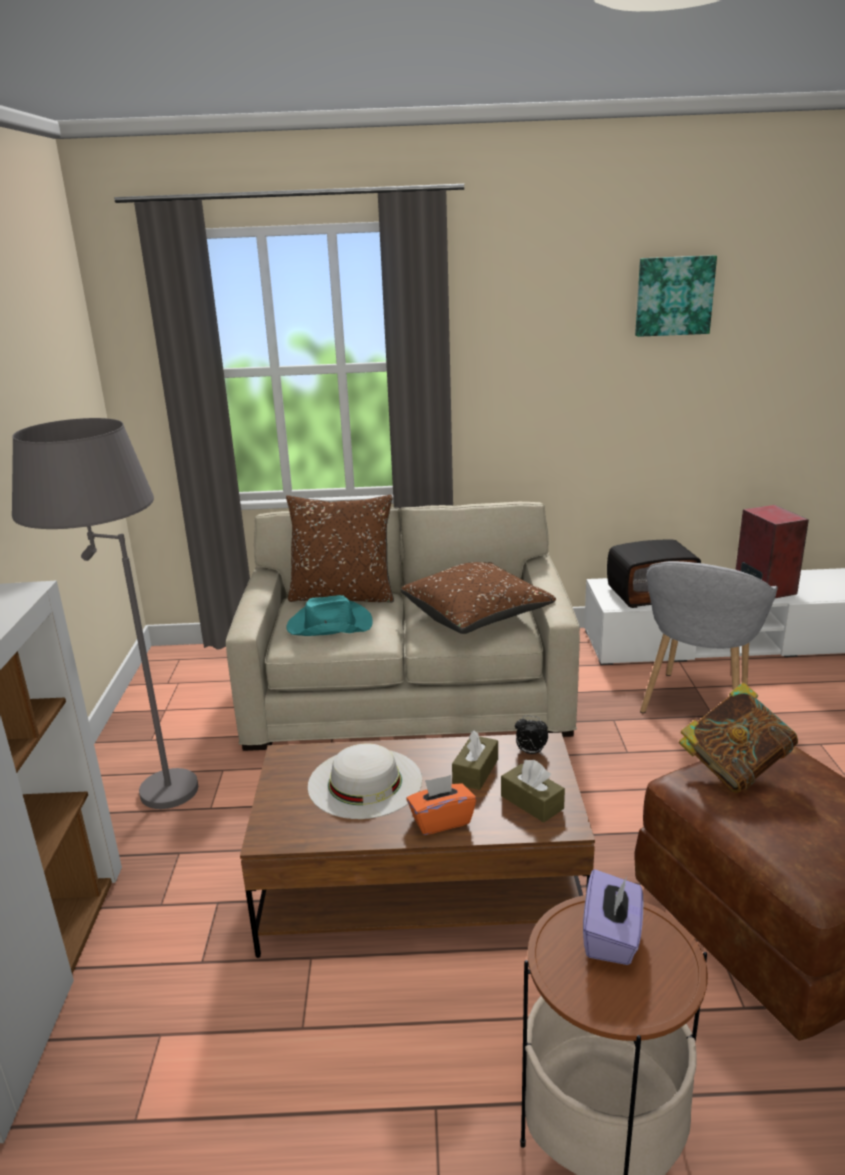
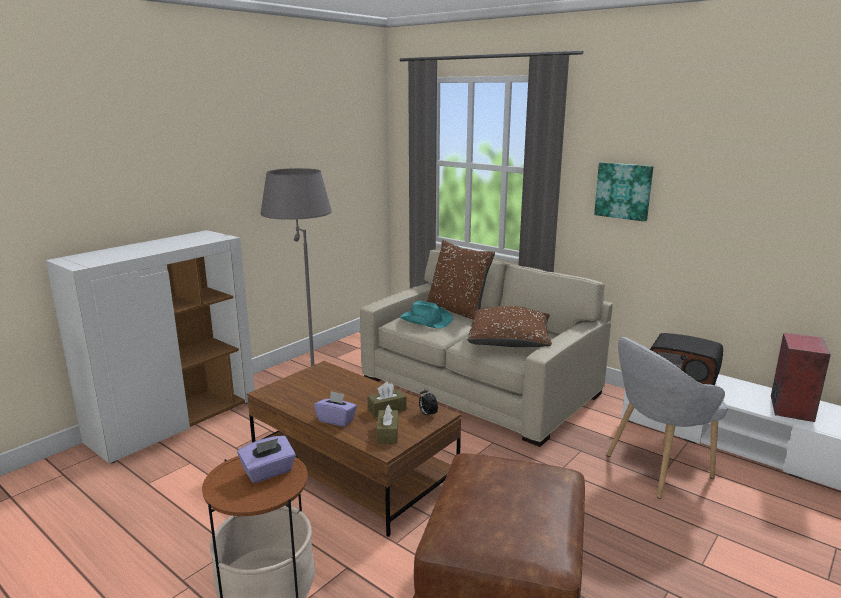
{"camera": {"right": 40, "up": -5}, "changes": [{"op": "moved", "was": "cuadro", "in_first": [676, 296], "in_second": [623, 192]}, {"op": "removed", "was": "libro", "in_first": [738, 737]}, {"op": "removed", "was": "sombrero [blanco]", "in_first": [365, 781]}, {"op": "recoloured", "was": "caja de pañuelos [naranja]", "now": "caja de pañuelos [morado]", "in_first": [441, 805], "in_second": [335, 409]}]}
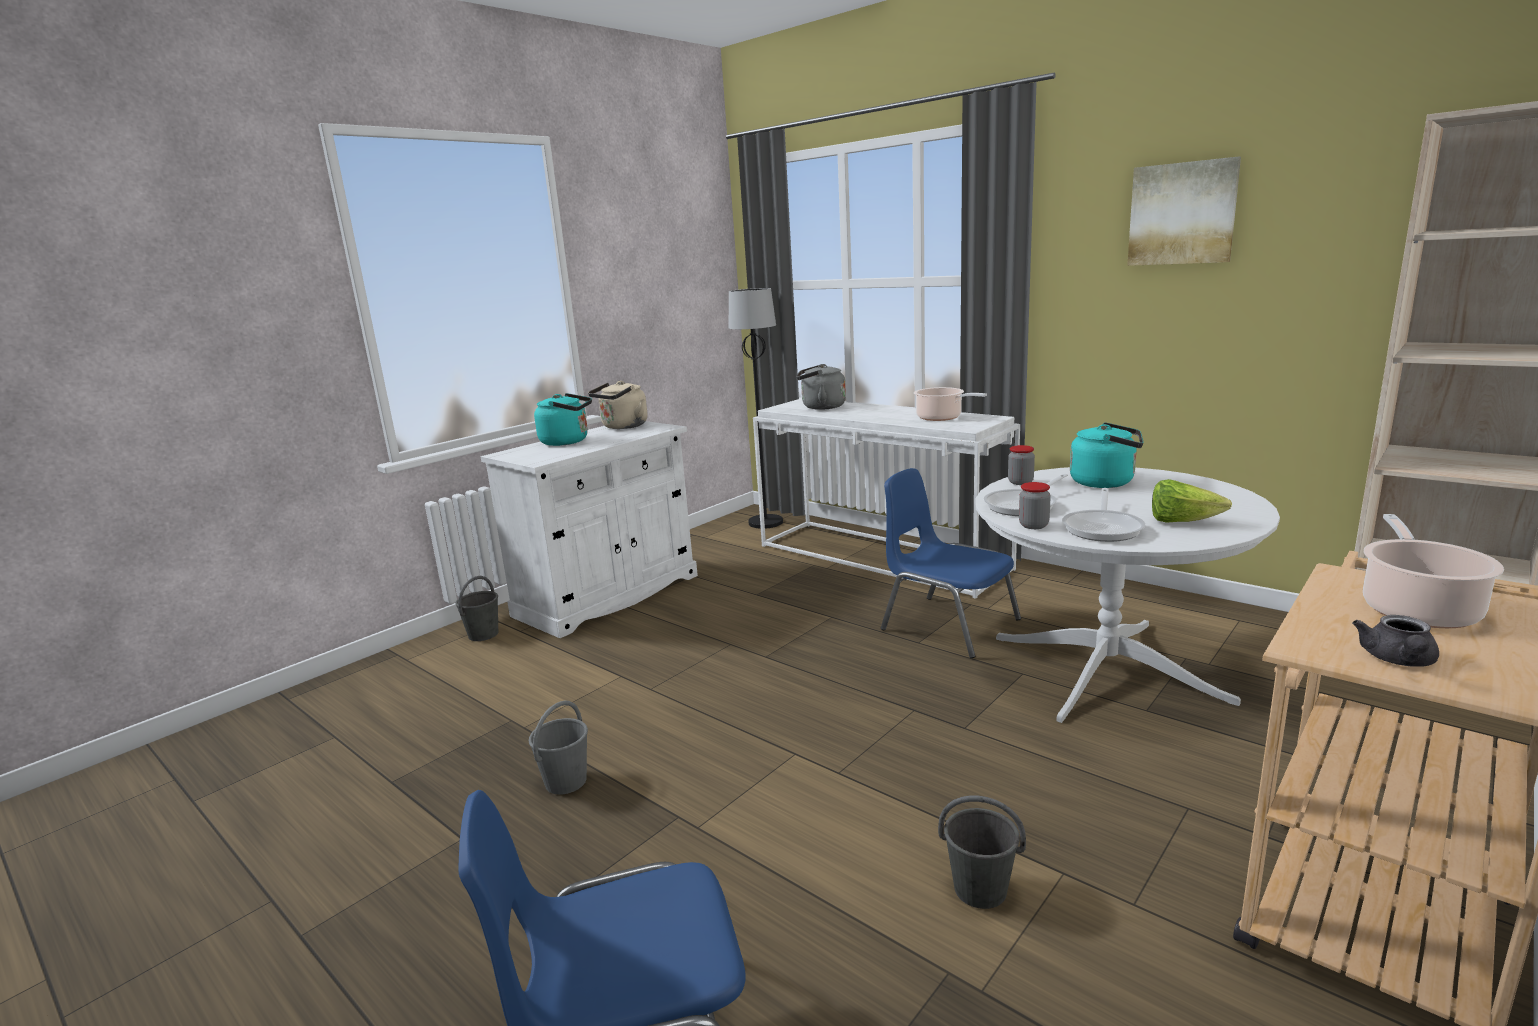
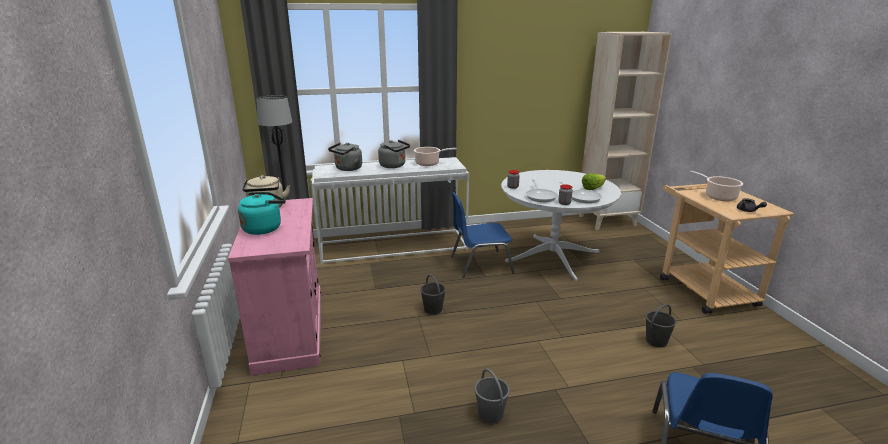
{"camera": {"right": -55, "up": 5}, "changes": [{"op": "removed", "was": "cuadro", "in_first": [1184, 211]}, {"op": "recoloured", "was": "armario [blanco]", "now": "armario [rosa]", "in_first": [589, 529], "in_second": [274, 286]}, {"op": "removed", "was": "hervidor [turquesa]", "in_first": [1106, 455]}, {"op": "moved", "was": "cubo [gris]", "in_first": [476, 608], "in_second": [433, 294]}, {"op": "added", "now": "hervidor [gris]", "in_second": [394, 154]}]}
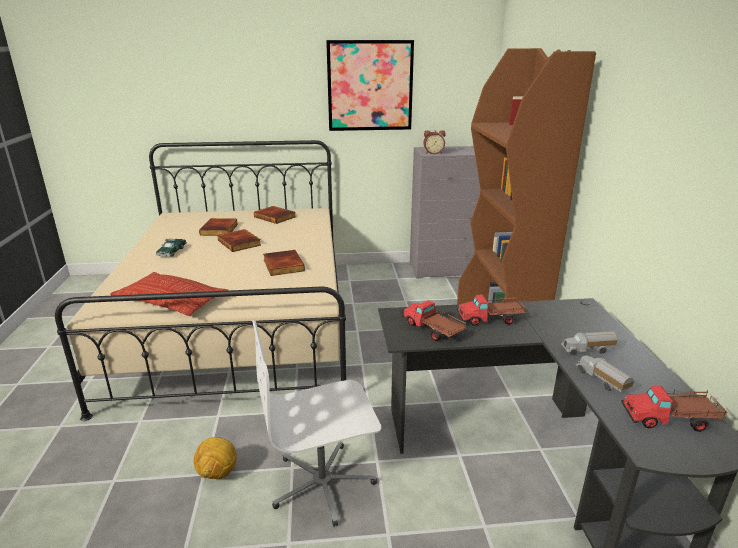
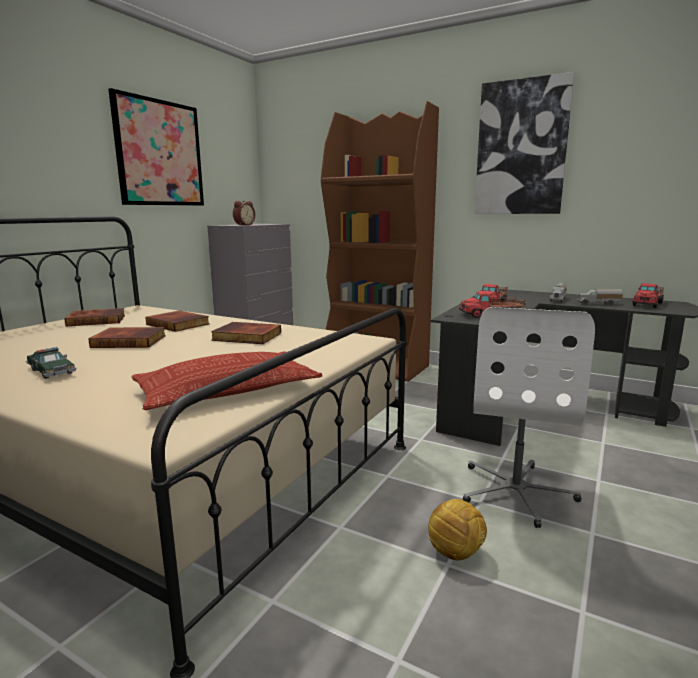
{"camera": {"right": -55, "up": -10}, "changes": [{"op": "moved", "was": "libro", "in_first": [218, 227], "in_second": [177, 321]}, {"op": "added", "now": "cuadro", "in_second": [524, 143]}]}
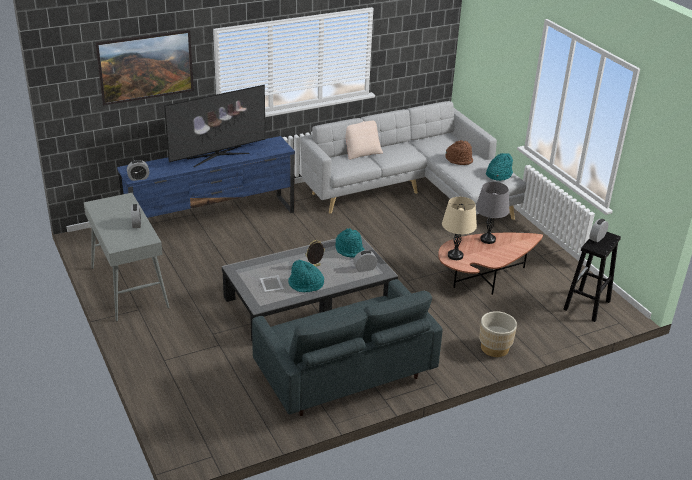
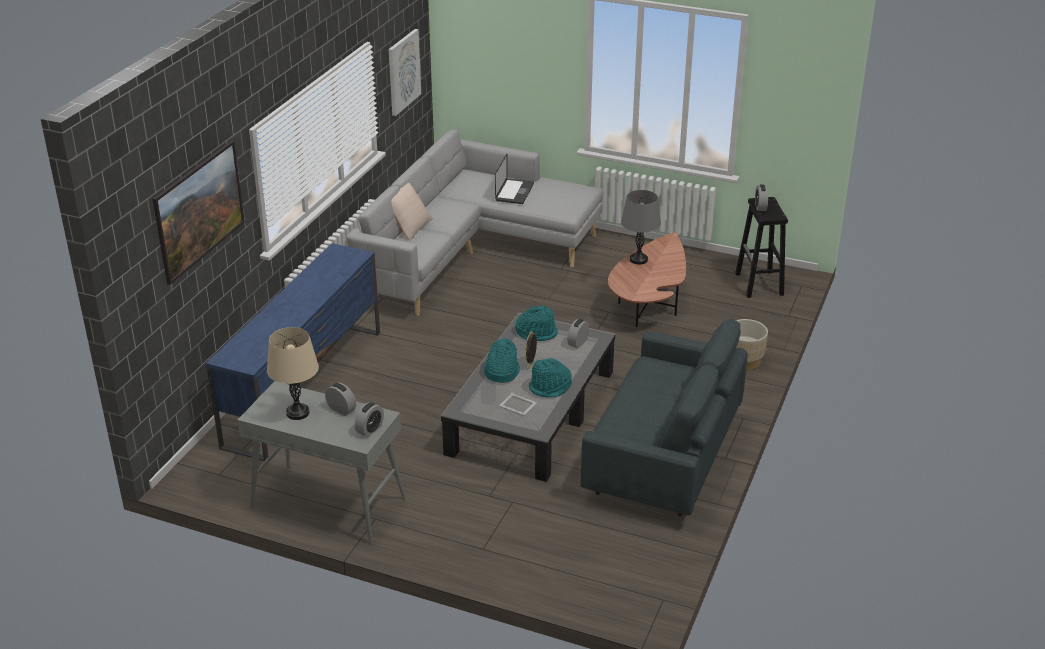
{"camera": {"right": -40, "up": 0}, "changes": [{"op": "removed", "was": "televisor", "in_first": [214, 126]}, {"op": "replaced", "was": "sombrero [marrón]", "now": "portátil", "in_first": [459, 152], "in_second": [514, 179]}, {"op": "moved", "was": "sombrero [turquesa]", "in_first": [499, 167], "in_second": [502, 360]}, {"op": "moved", "was": "despertador", "in_first": [138, 170], "in_second": [369, 419]}, {"op": "moved", "was": "lámpara de mesa [beis]", "in_first": [459, 228], "in_second": [293, 373]}, {"op": "added", "now": "cuadro", "in_second": [405, 72]}]}
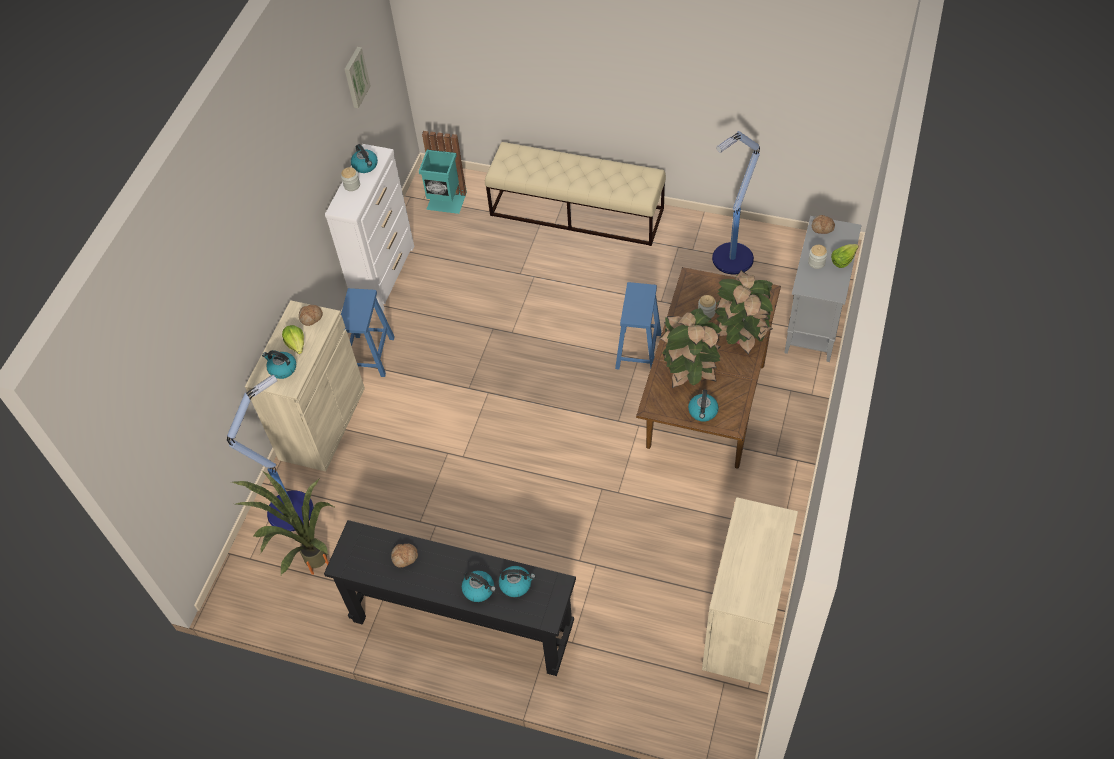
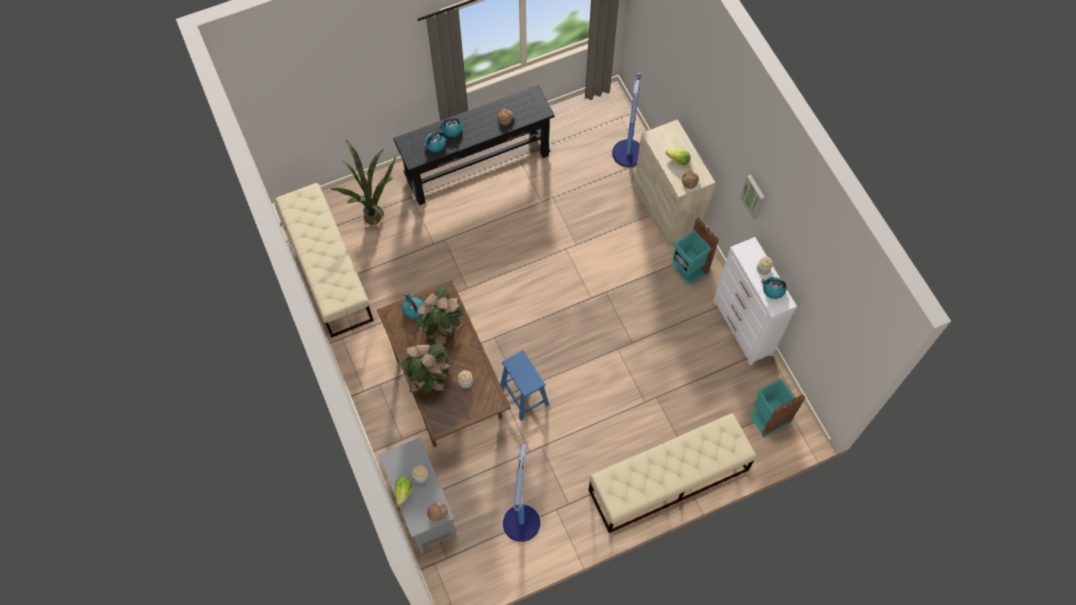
{"camera": {"right": 135, "up": 10}, "changes": [{"op": "moved", "was": "cuadro", "in_first": [357, 77], "in_second": [752, 197]}, {"op": "replaced", "was": "taburete [azul]", "now": "papelera [turquesa]", "in_first": [368, 332], "in_second": [695, 251]}, {"op": "removed", "was": "hervidor", "in_first": [279, 364]}, {"op": "moved", "was": "planta en maceta", "in_first": [284, 523], "in_second": [364, 184]}, {"op": "replaced", "was": "armario [beis]", "now": "banco [beis]", "in_first": [750, 591], "in_second": [324, 260]}]}
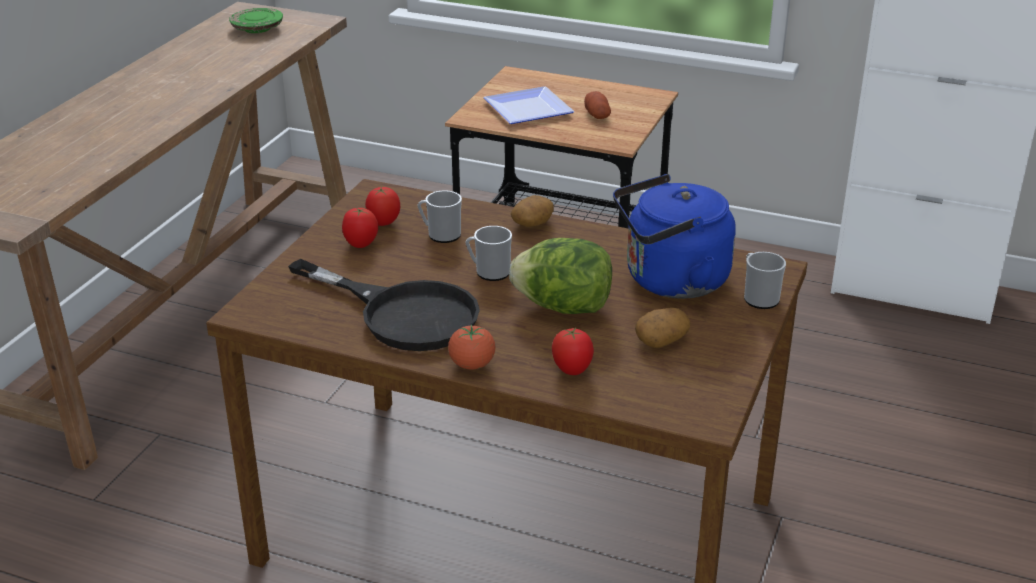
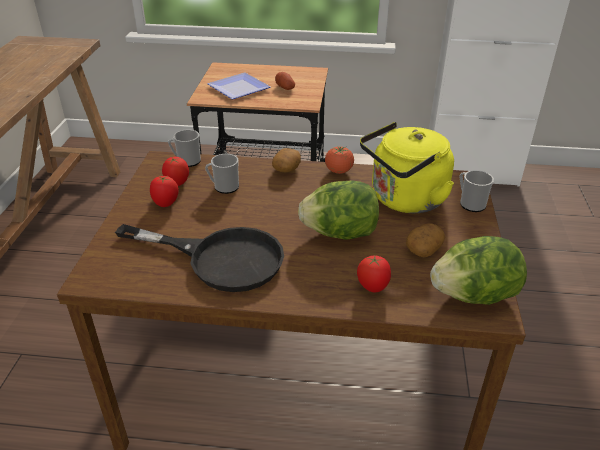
{"camera": {"right": -15, "up": 5}, "changes": [{"op": "removed", "was": "plato [verde]", "in_first": [256, 20]}, {"op": "recoloured", "was": "hervidor [azul]", "now": "hervidor [amarillo]", "in_first": [674, 236], "in_second": [407, 167]}, {"op": "moved", "was": "taza grande", "in_first": [489, 253], "in_second": [184, 148]}, {"op": "moved", "was": "tomate", "in_first": [471, 347], "in_second": [339, 160]}, {"op": "added", "now": "lechuga", "in_second": [478, 270]}]}
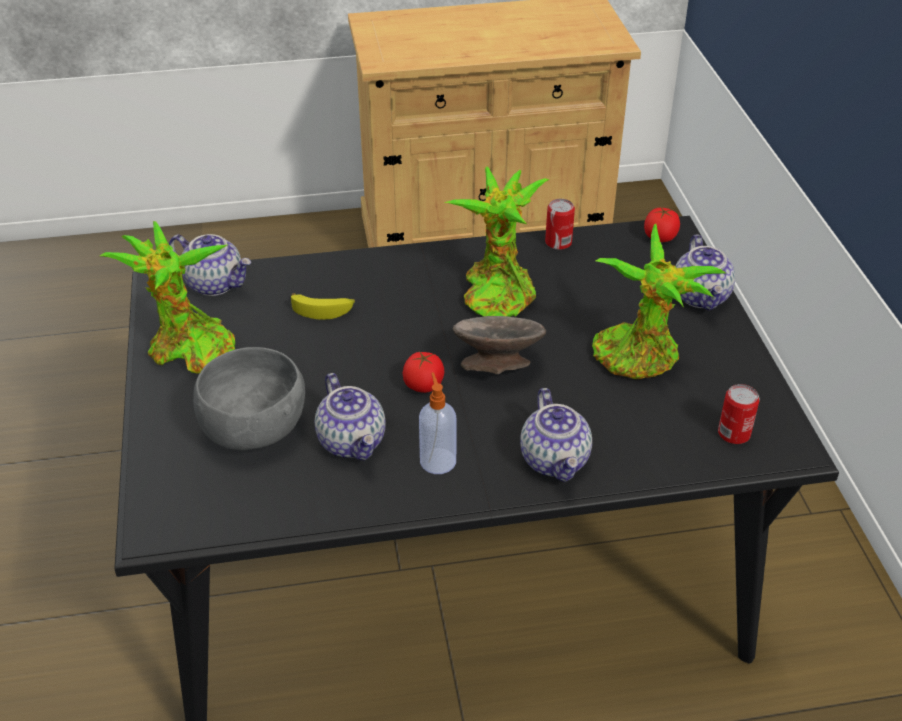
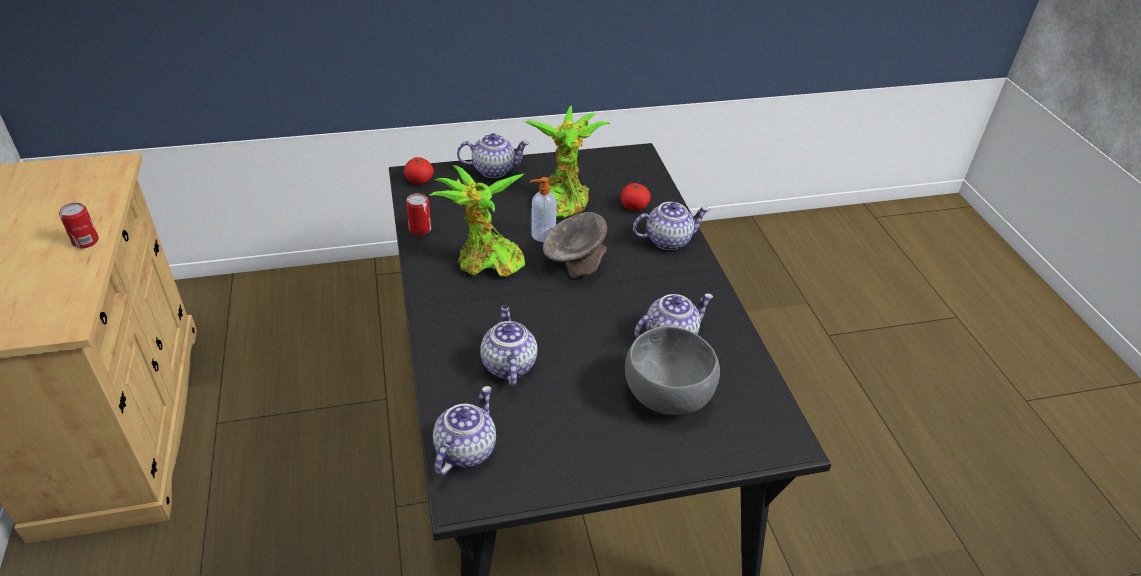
{"camera": {"right": -95, "up": 0}, "changes": [{"op": "removed", "was": "planta en maceta", "in_first": [167, 297]}, {"op": "replaced", "was": "plátano", "now": "tetera", "in_first": [323, 306], "in_second": [509, 345]}, {"op": "moved", "was": "tomate", "in_first": [423, 372], "in_second": [636, 197]}, {"op": "moved", "was": "dispensador de jabón", "in_first": [438, 423], "in_second": [543, 209]}, {"op": "moved", "was": "lata", "in_first": [739, 414], "in_second": [79, 225]}]}
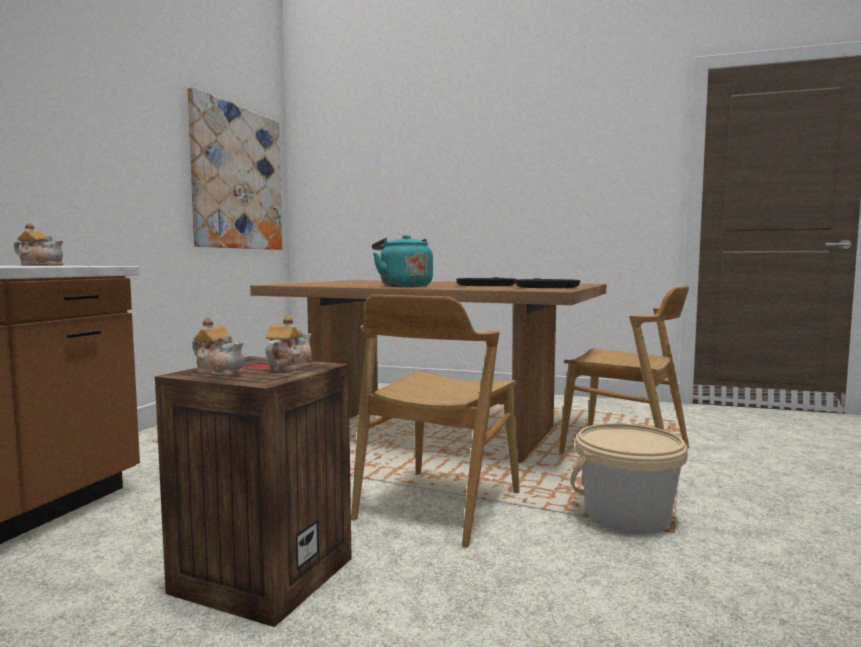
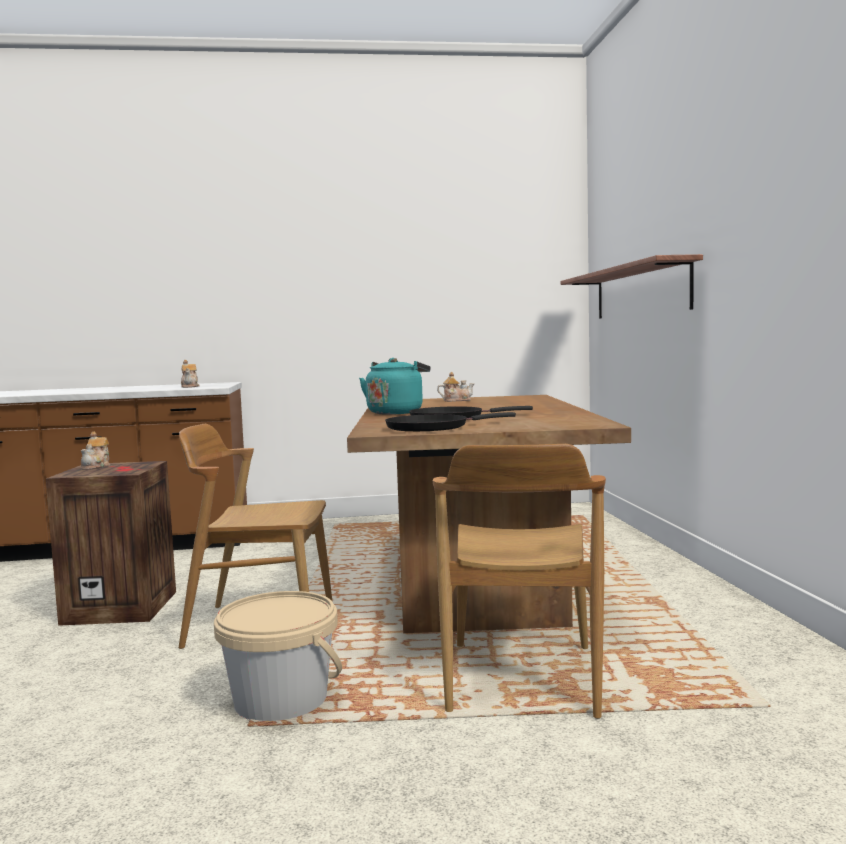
{"camera": {"right": 65, "up": 0}, "changes": [{"op": "removed", "was": "cuadro", "in_first": [235, 168]}, {"op": "moved", "was": "tetera", "in_first": [288, 344], "in_second": [456, 387]}, {"op": "added", "now": "estante", "in_second": [631, 286]}]}
